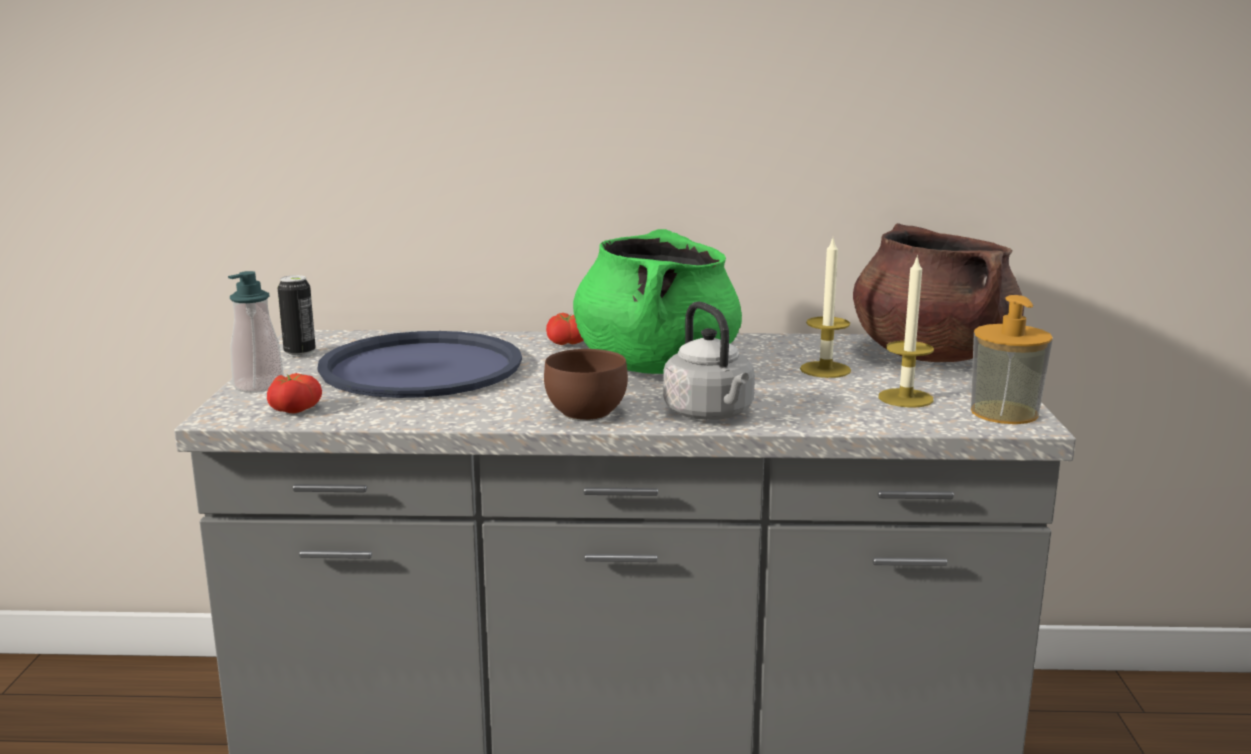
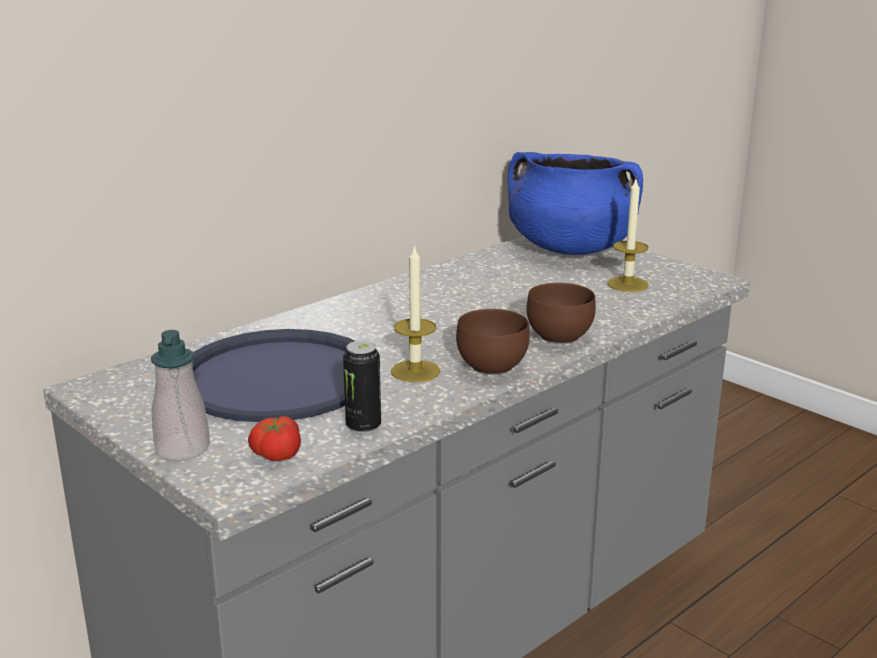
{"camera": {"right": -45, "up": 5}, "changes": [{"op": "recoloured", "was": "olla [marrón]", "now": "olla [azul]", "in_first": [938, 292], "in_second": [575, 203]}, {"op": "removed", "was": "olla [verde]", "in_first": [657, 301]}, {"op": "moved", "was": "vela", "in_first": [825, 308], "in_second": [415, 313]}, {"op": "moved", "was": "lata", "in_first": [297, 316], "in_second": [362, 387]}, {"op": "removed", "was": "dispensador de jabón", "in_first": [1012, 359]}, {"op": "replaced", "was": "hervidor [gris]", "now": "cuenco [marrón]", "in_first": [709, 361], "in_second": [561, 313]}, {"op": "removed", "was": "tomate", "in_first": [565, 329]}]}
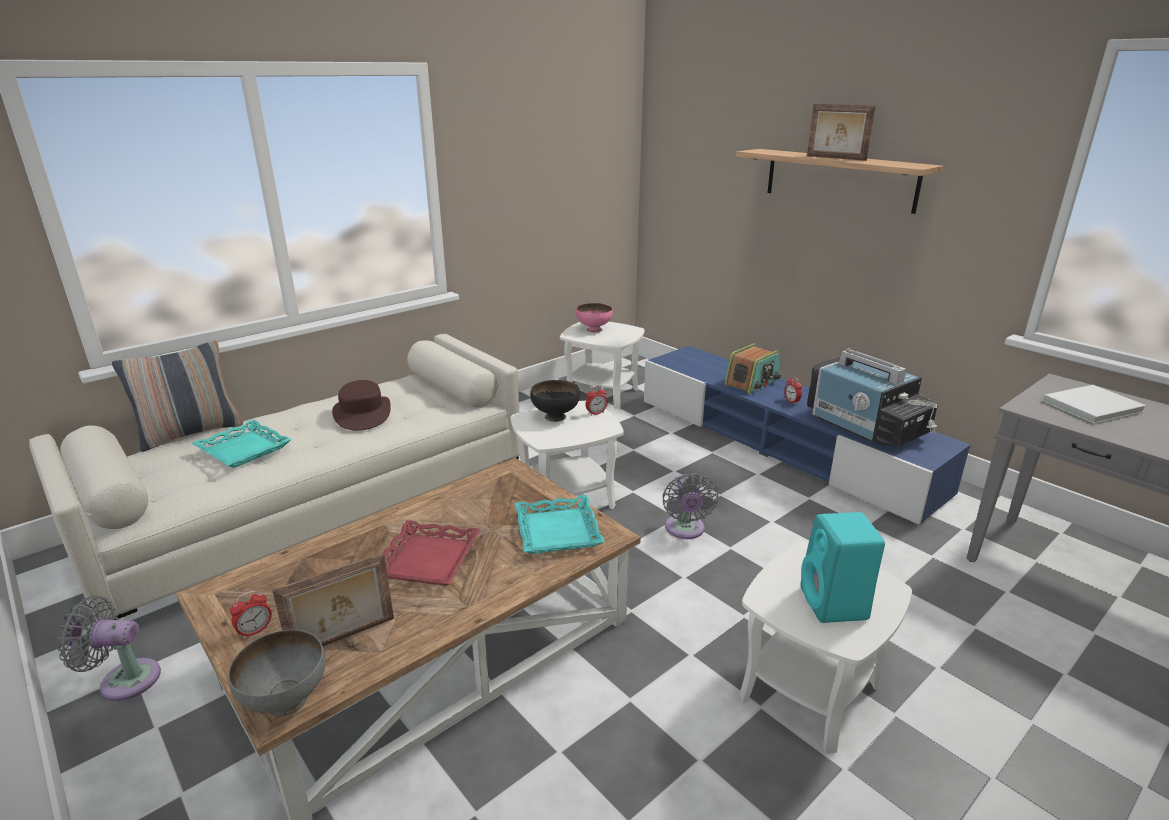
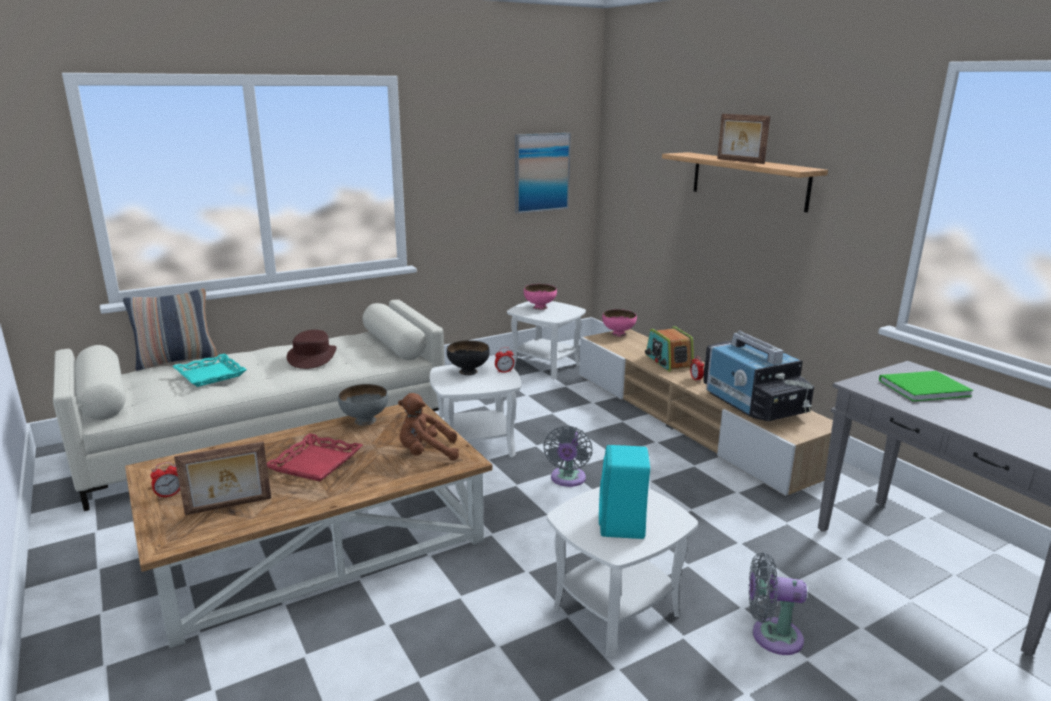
{"camera": {"right": 10, "up": -5}, "changes": [{"op": "turned", "was": "radio", "in_first": [752, 369], "in_second": [669, 349], "clockwise": 105}, {"op": "recoloured", "was": "mueble de televisión [azul]", "now": "mueble de televisión [beis]", "in_first": [807, 435], "in_second": [706, 412]}, {"op": "recoloured", "was": "libro [blanco]", "now": "libro [verde]", "in_first": [1094, 404], "in_second": [926, 386]}, {"op": "replaced", "was": "bandeja [turquesa]", "now": "peluche [marrón]", "in_first": [560, 524], "in_second": [428, 426]}, {"op": "moved", "was": "ventilador [gris]", "in_first": [109, 648], "in_second": [778, 604]}, {"op": "moved", "was": "cuenco [gris]", "in_first": [277, 673], "in_second": [363, 405]}, {"op": "added", "now": "cuadro", "in_second": [543, 173]}, {"op": "added", "now": "cuenco [rosa]", "in_second": [619, 323]}]}
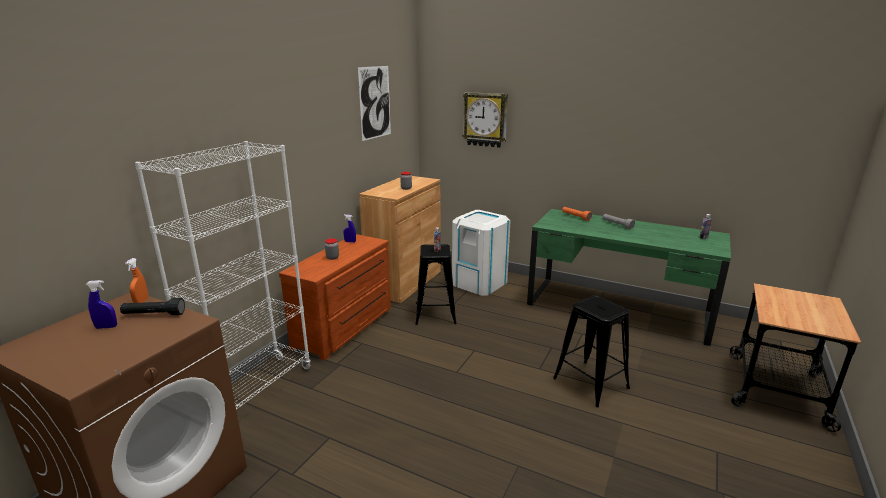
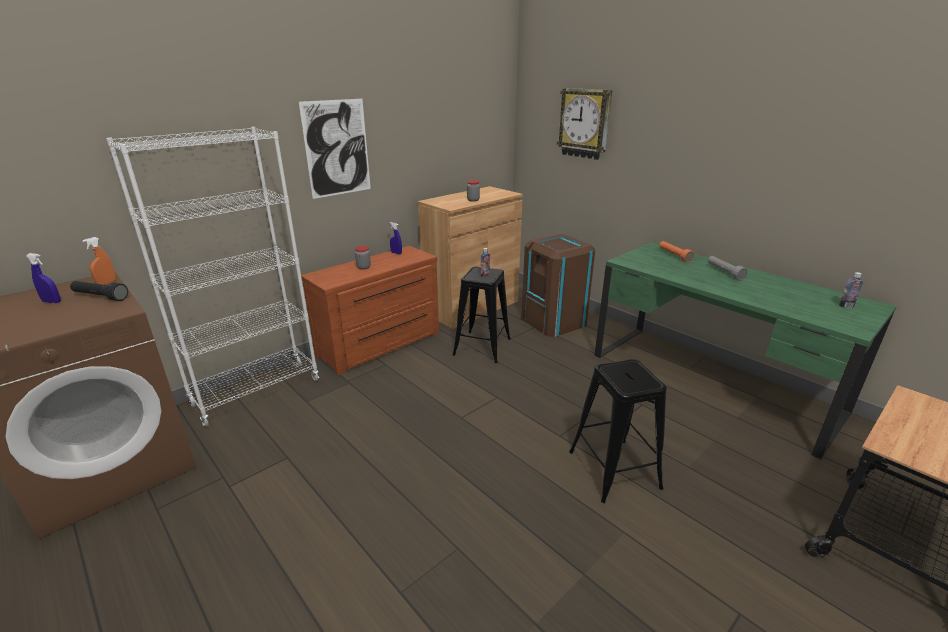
{"camera": {"right": 20, "up": 5}, "changes": [{"op": "moved", "was": "cuadro", "in_first": [374, 103], "in_second": [335, 149]}, {"op": "recoloured", "was": "papelera [blanco]", "now": "papelera [marrón]", "in_first": [481, 253], "in_second": [558, 285]}]}
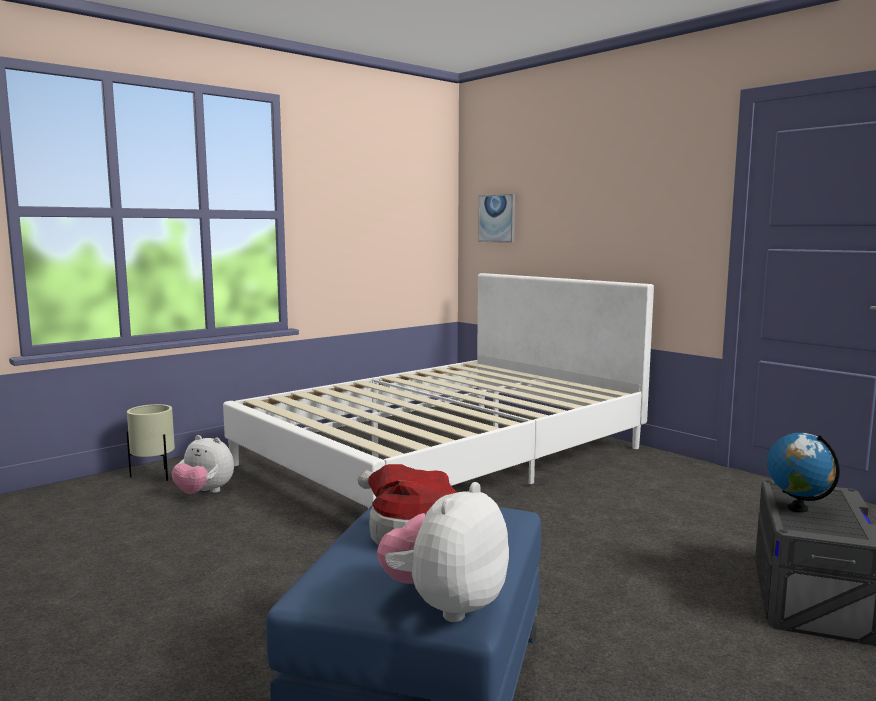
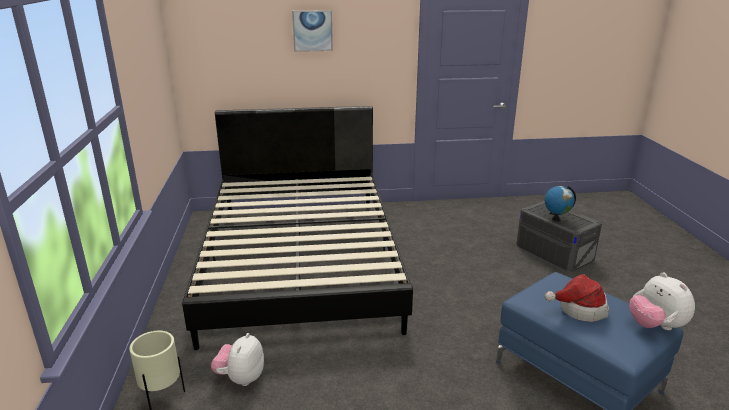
{"camera": {"right": -55, "up": 15}, "changes": [{"op": "moved", "was": "cuadro", "in_first": [496, 218], "in_second": [312, 31]}, {"op": "recoloured", "was": "cama [blanco]", "now": "cama [negro]", "in_first": [438, 390], "in_second": [297, 228]}, {"op": "turned", "was": "peluche", "in_first": [203, 464], "in_second": [237, 359], "clockwise": 135}]}
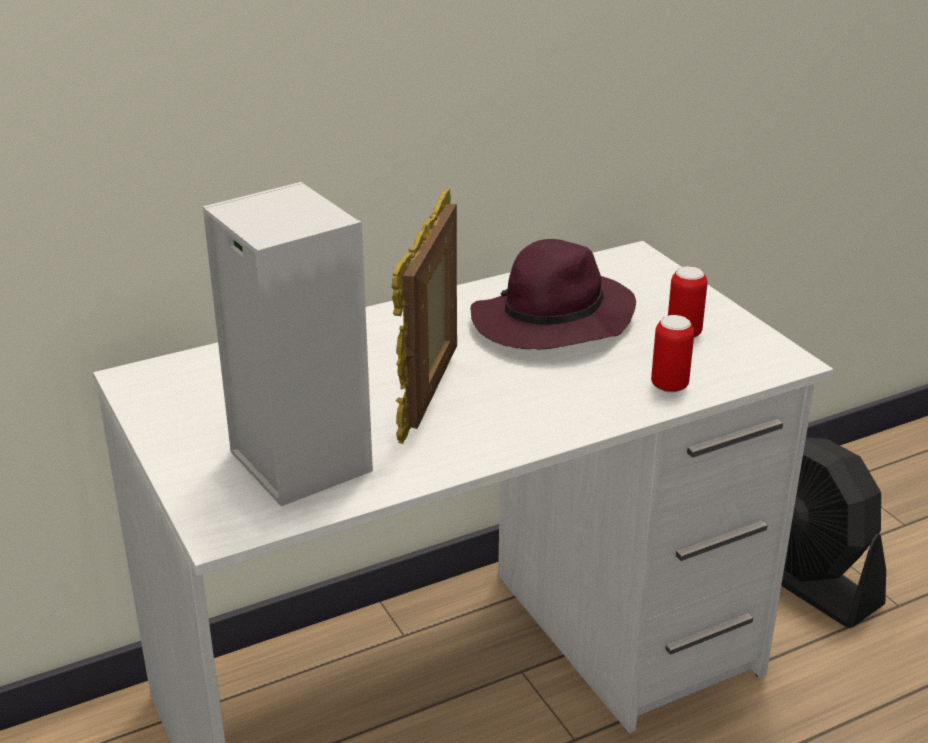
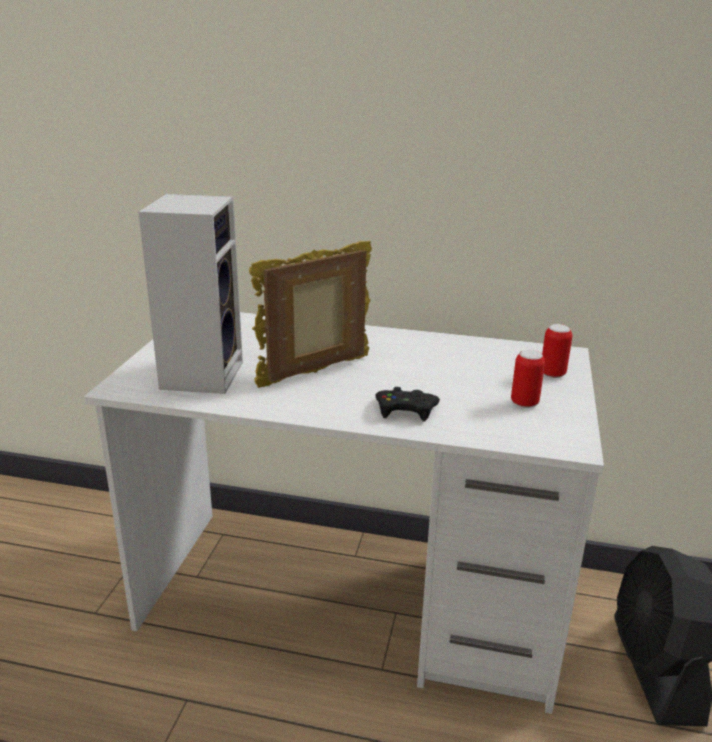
{"camera": {"right": 40, "up": -5}, "changes": [{"op": "removed", "was": "sombrero [morado]", "in_first": [553, 294]}, {"op": "moved", "was": "lata", "in_first": [672, 353], "in_second": [557, 351]}, {"op": "added", "now": "mando de consola [negro]", "in_second": [407, 404]}]}
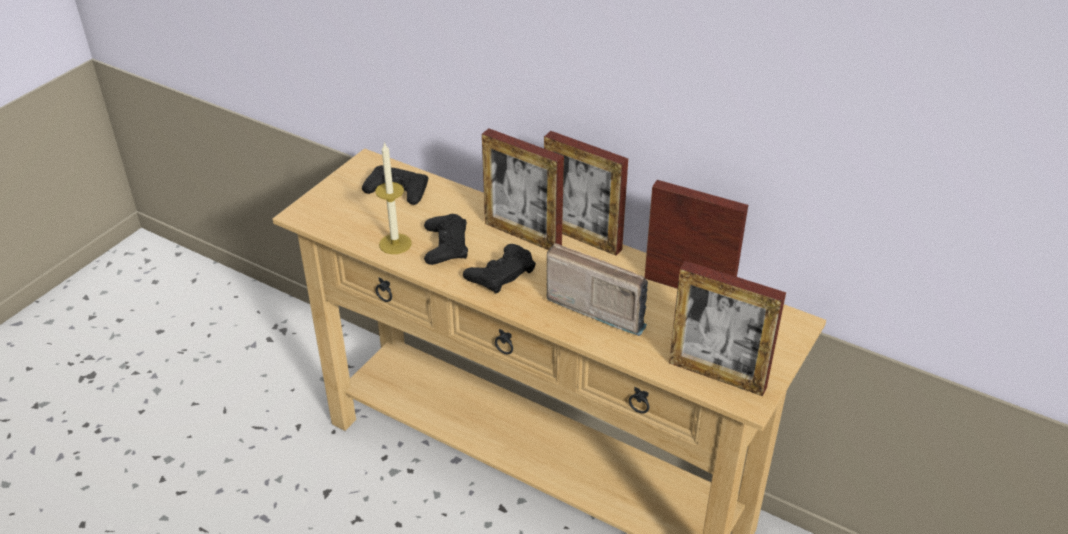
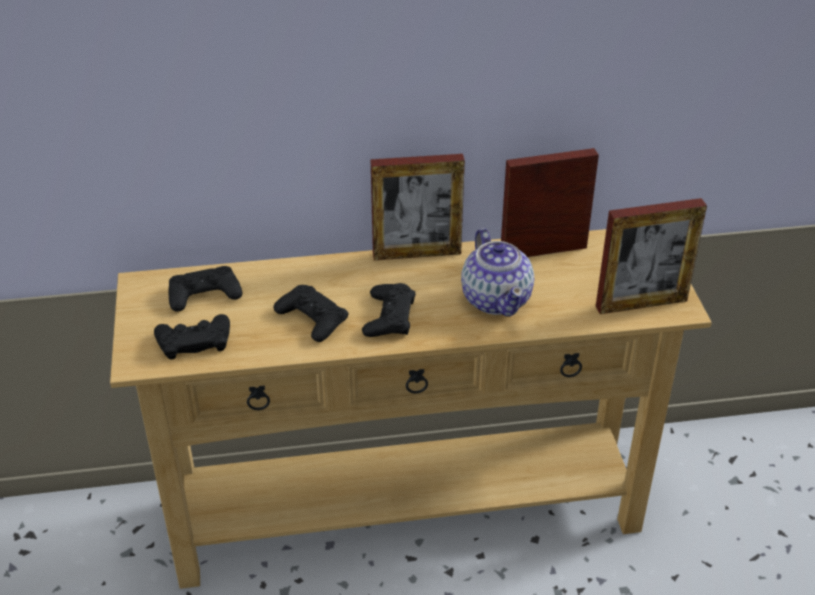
{"camera": {"right": -40, "up": 0}, "changes": [{"op": "removed", "was": "portarretratos", "in_first": [523, 189]}, {"op": "removed", "was": "vela", "in_first": [393, 198]}, {"op": "replaced", "was": "radio", "now": "tetera", "in_first": [597, 289], "in_second": [497, 272]}, {"op": "added", "now": "mando de consola [negro]", "in_second": [192, 336]}]}
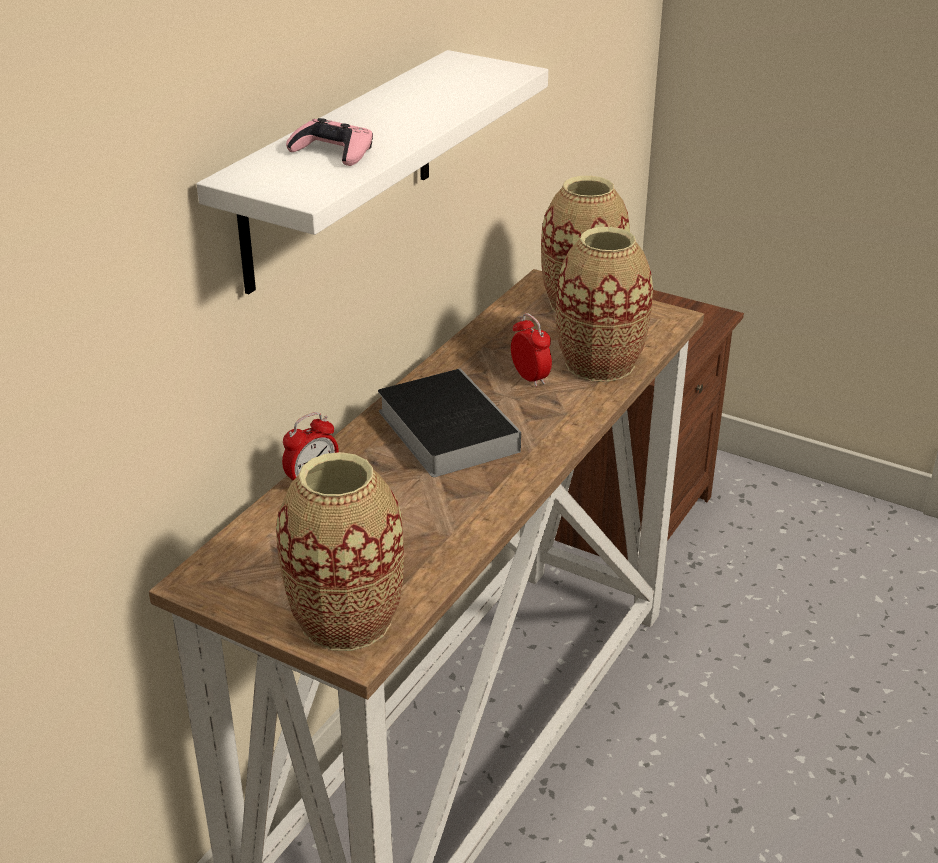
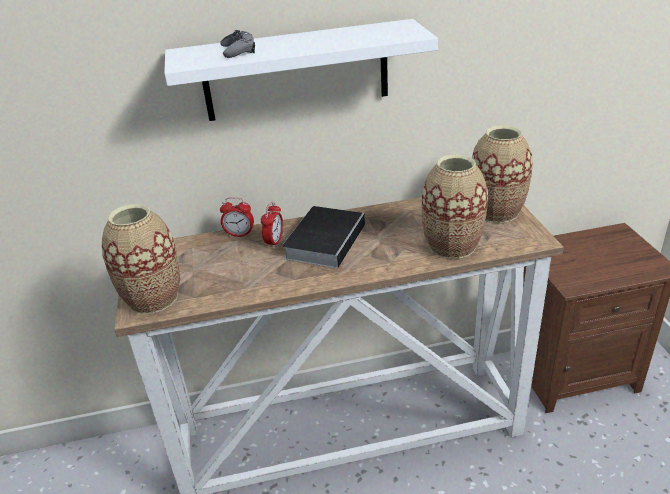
{"camera": {"right": 50, "up": 0}, "changes": [{"op": "recoloured", "was": "mando de consola [rosa]", "now": "mando de consola [gris]", "in_first": [329, 142], "in_second": [238, 44]}, {"op": "moved", "was": "despertador", "in_first": [531, 350], "in_second": [272, 225]}]}
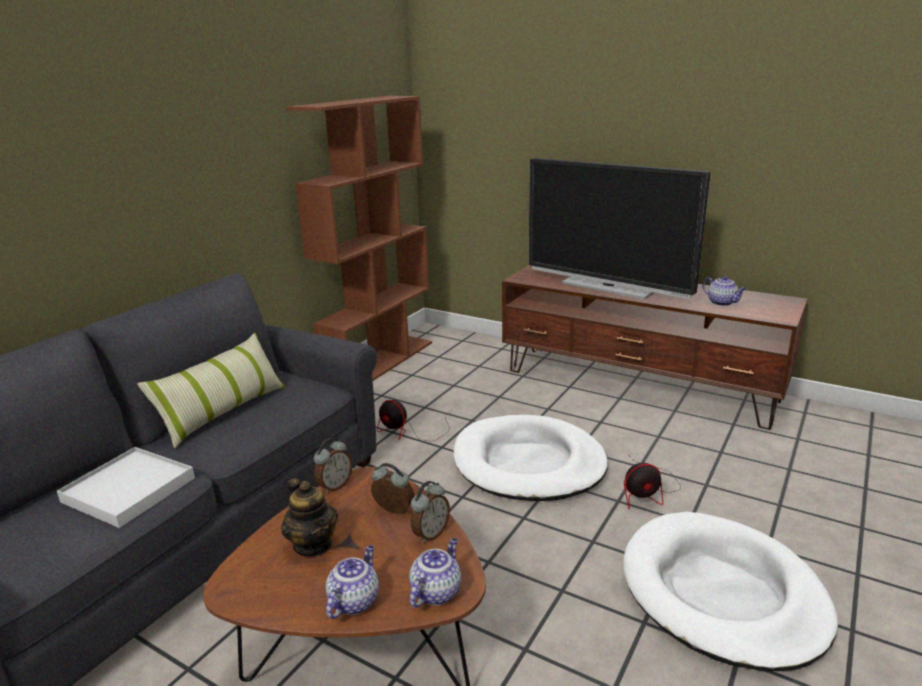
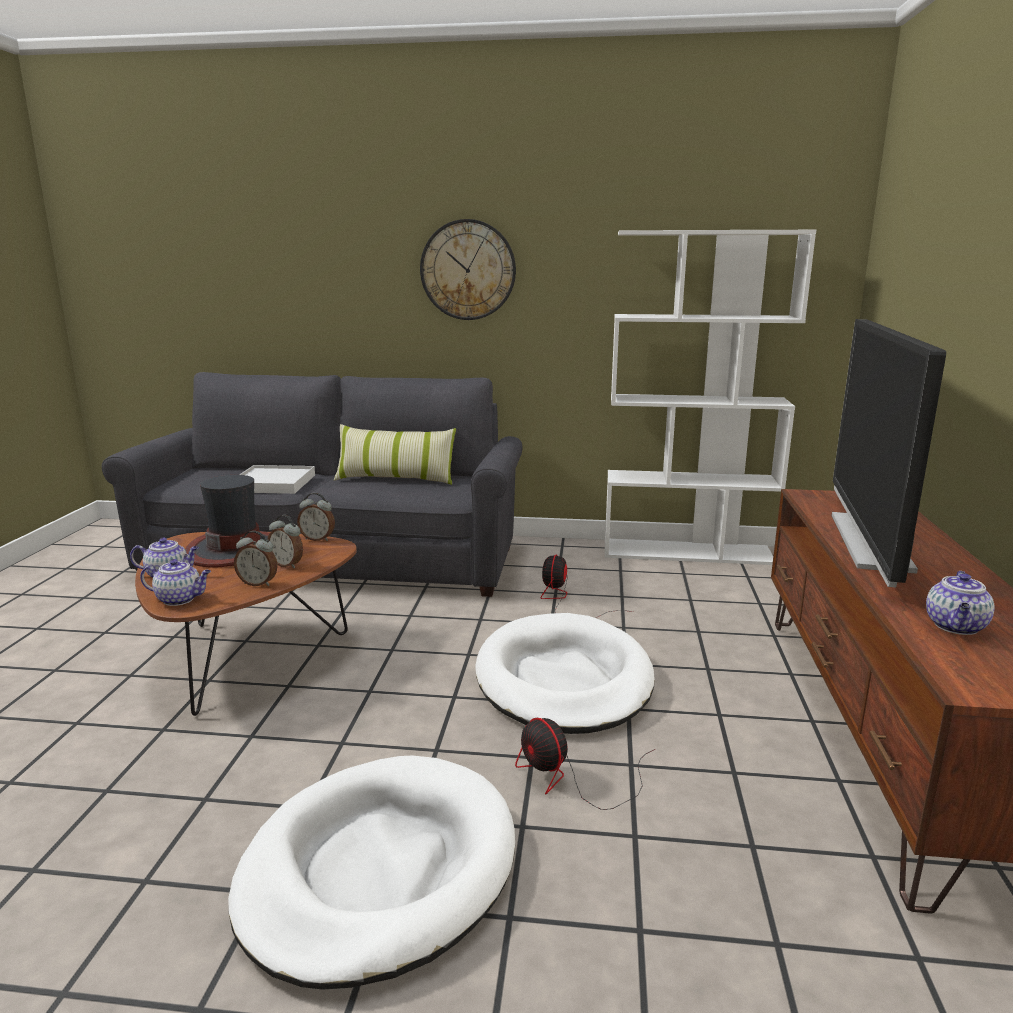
{"camera": {"right": 65, "up": -5}, "changes": [{"op": "recoloured", "was": "estantería [marrón]", "now": "estantería [blanco]", "in_first": [359, 238], "in_second": [710, 397]}, {"op": "turned", "was": "despertador", "in_first": [392, 488], "in_second": [285, 541], "clockwise": 120}, {"op": "replaced", "was": "tetera", "now": "sombrero", "in_first": [309, 517], "in_second": [227, 521]}, {"op": "added", "now": "reloj de pared", "in_second": [468, 269]}]}
